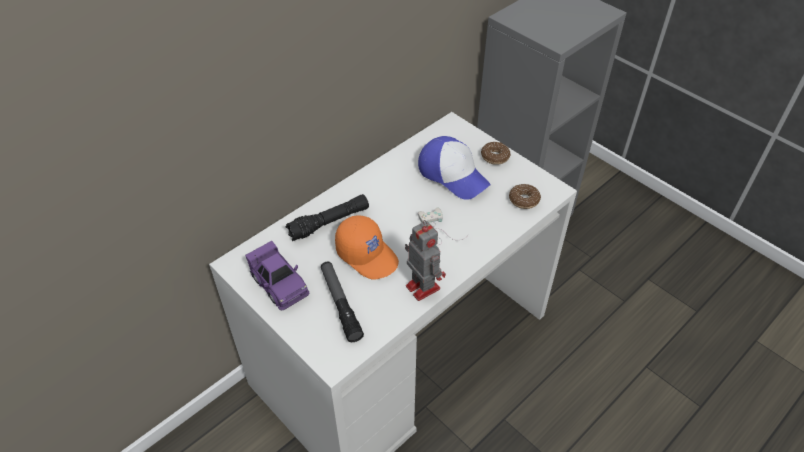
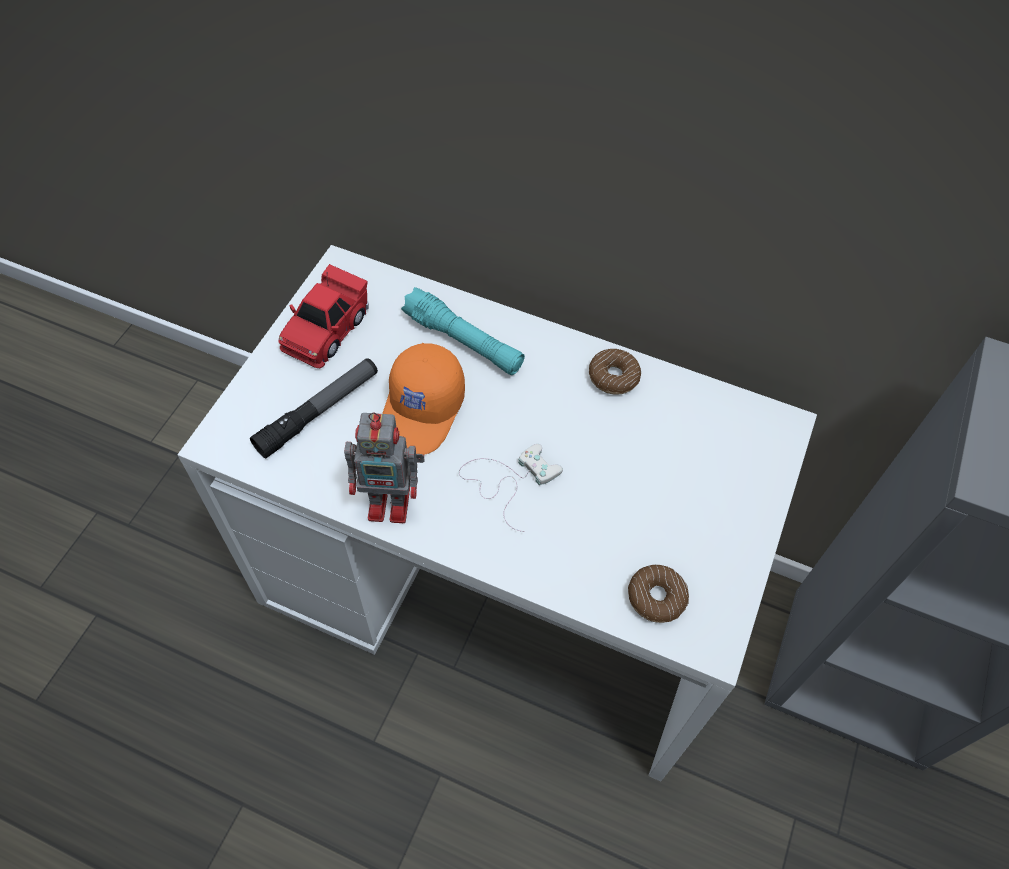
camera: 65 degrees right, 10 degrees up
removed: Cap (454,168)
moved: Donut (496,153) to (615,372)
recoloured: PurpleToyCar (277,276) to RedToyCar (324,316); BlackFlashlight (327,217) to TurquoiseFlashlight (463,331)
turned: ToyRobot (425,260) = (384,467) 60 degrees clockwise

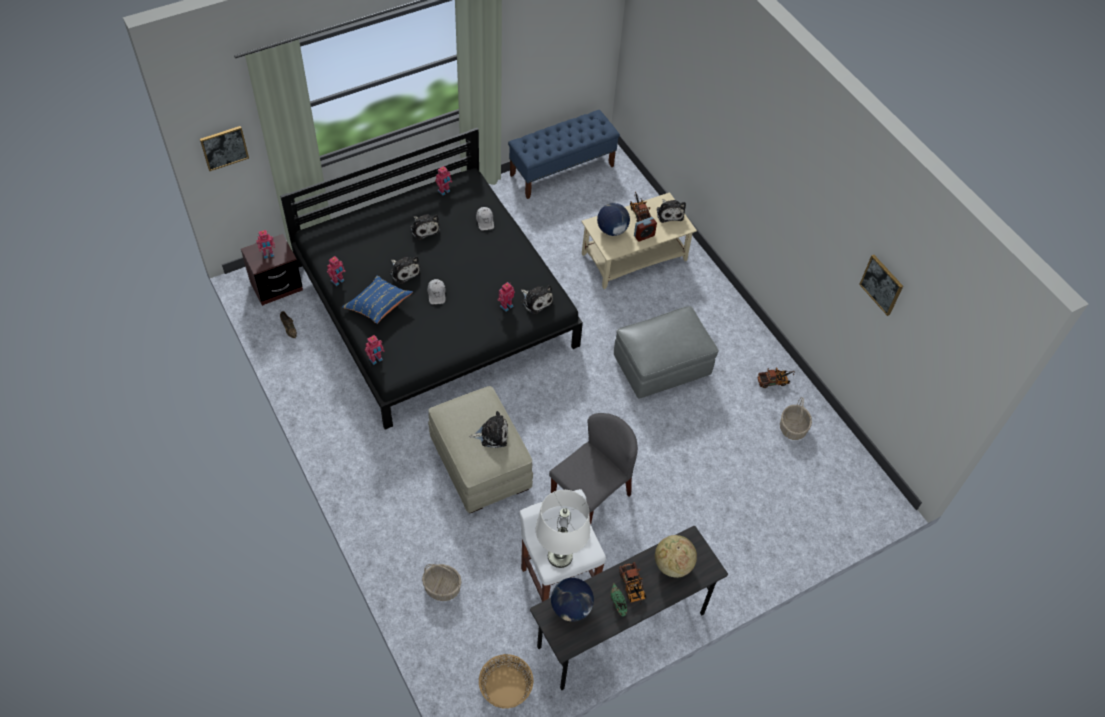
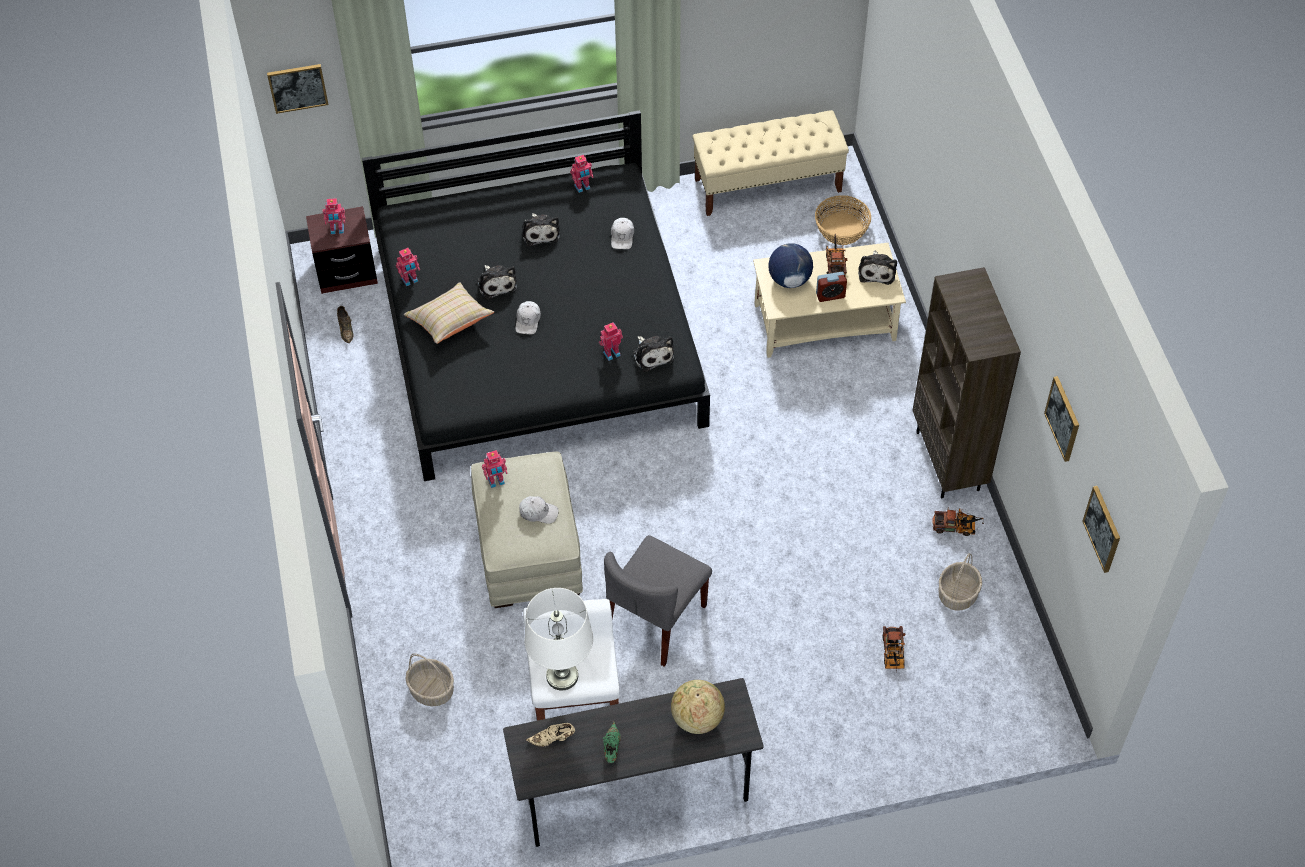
camera: 20 degrees right, 0 degrees up
removed: GreyOttoman (666,352)
added: BrownBookcase (966,382); Picture (1101,529)
moved: ToyRobot (374,350) to (495,469); Basket (506,681) to (843,220); ToyTruck (632,583) to (894,648)
replaced: PlushToy (489,429) to WhiteCap (539,510); Globe (572,600) to BeigeShoe (550,735)
recoloured: BluePillow (377,299) to BeigePillow (449,313); BlueBench (564,154) to BeigeBench (771,163)
turned: GreyChair (593,468) = (658,601) 150 degrees clockwise

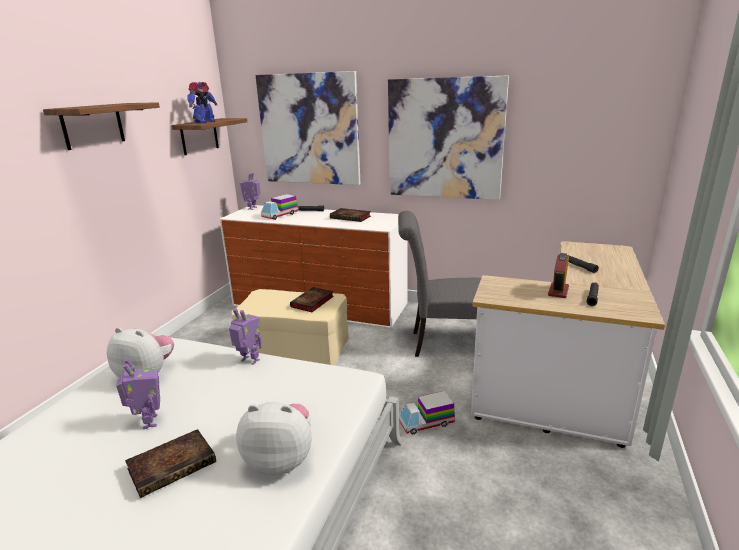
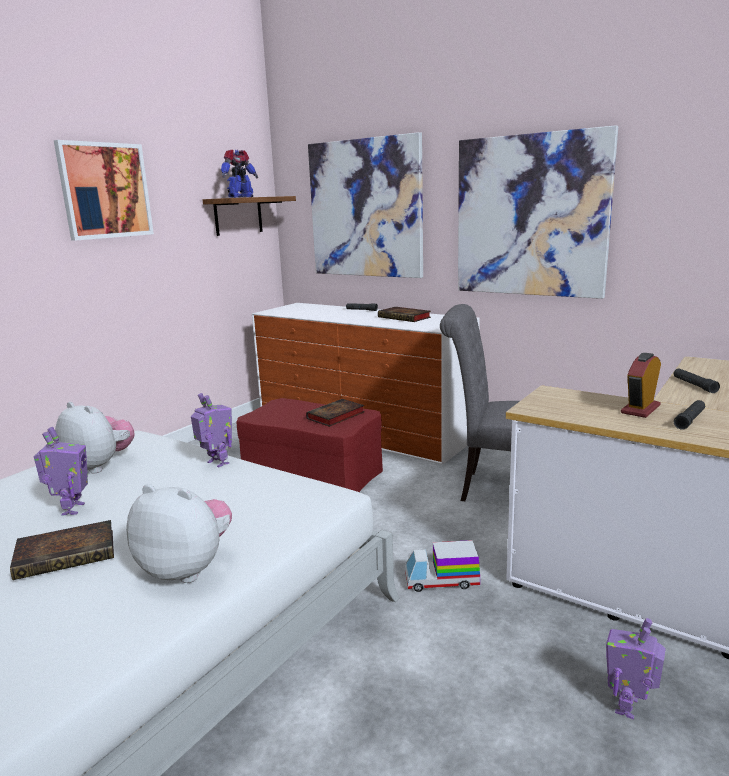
camera: 15 degrees right, 5 degrees down
removed: ToyTruck (279,207)
moved: ToyRobot (250,191) to (636,669)
replaced: Shelf (101,126) to Picture (104,190)
recoloured: BeigeOttoman (290,327) to RedOttoman (309,445)

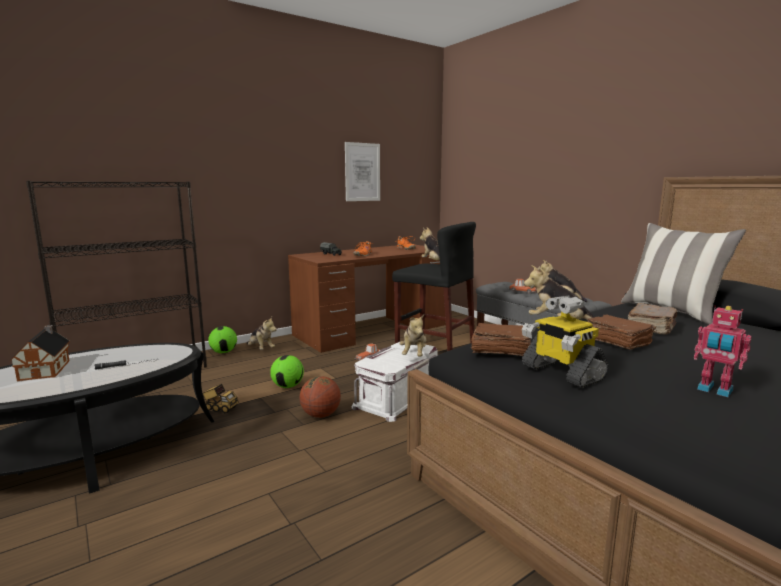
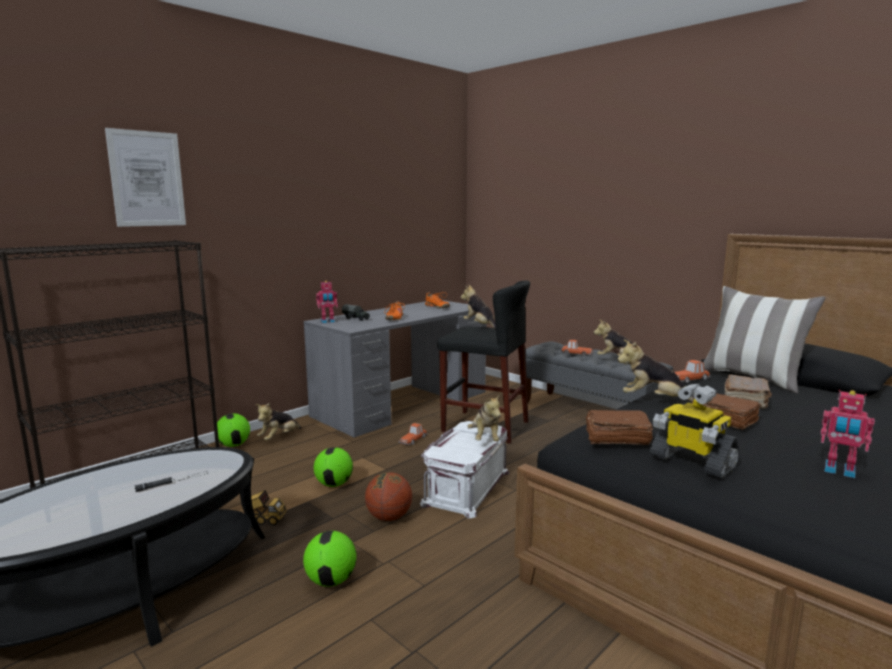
camera: 10 degrees left, 0 degrees up
removed: ToyHouse (39,353)
added: Football (330,559); ToyRobot (327,302); ToyCar (692,371)
moved: Picture (362,171) to (145,177)
recoloured: BrownDesk (367,299) to GreyDesk (395,369)
turned: PlushToy (261,333) = (278,421) 90 degrees clockwise

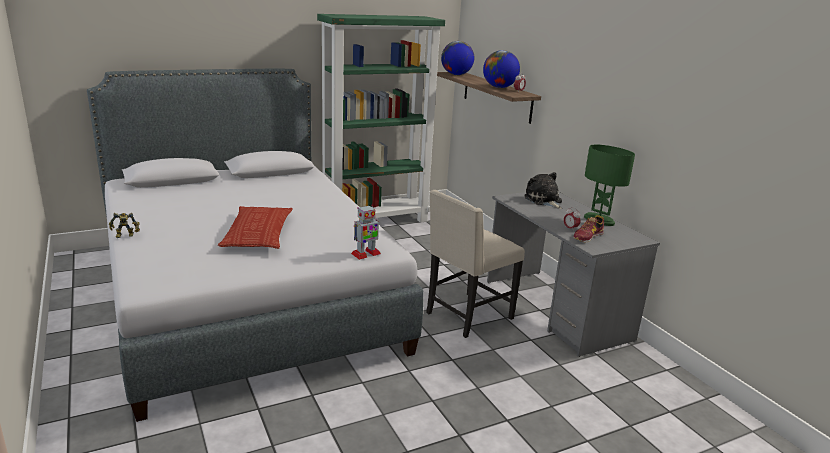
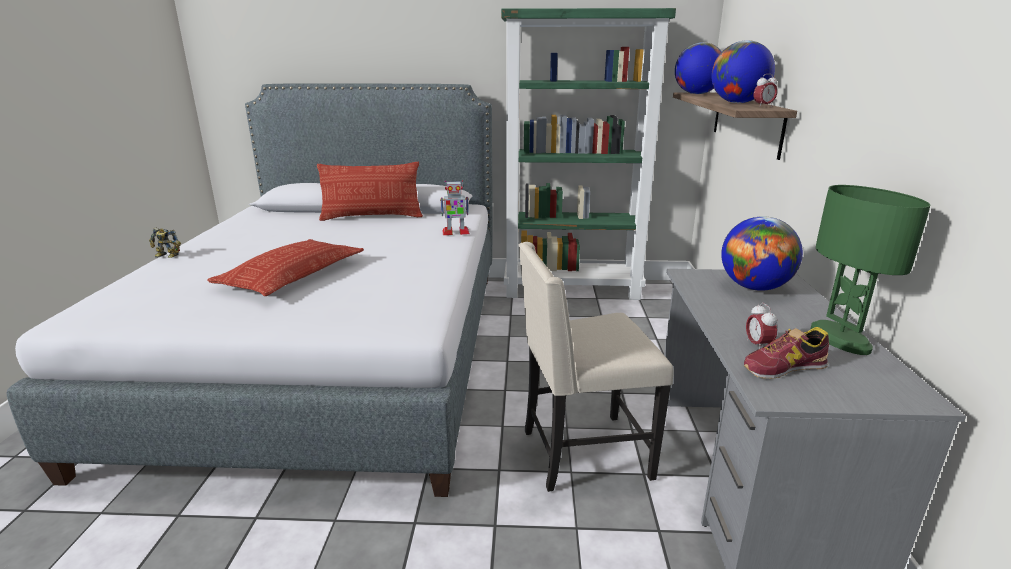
camera: 30 degrees right, 0 degrees up
added: Pillow (370,191)
moved: ToyRobot (366,232) to (455,207)
replaced: PlushToy (543,190) to Globe (762,253)

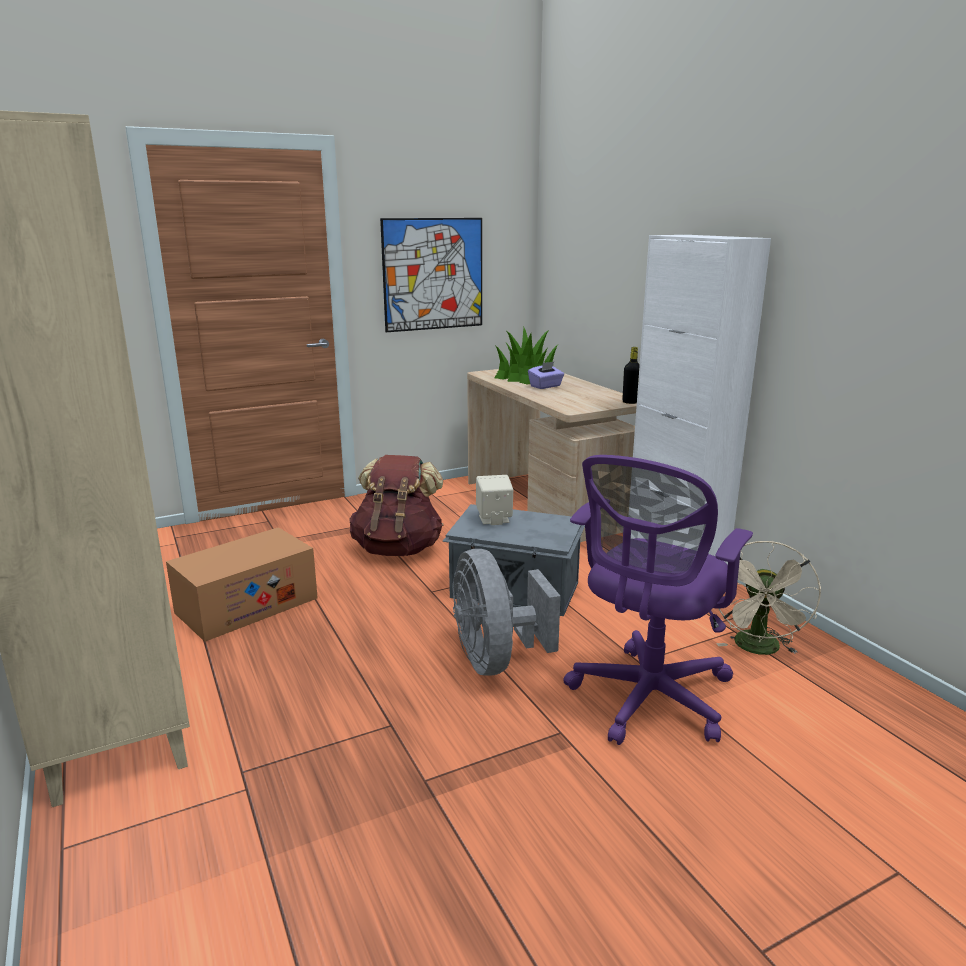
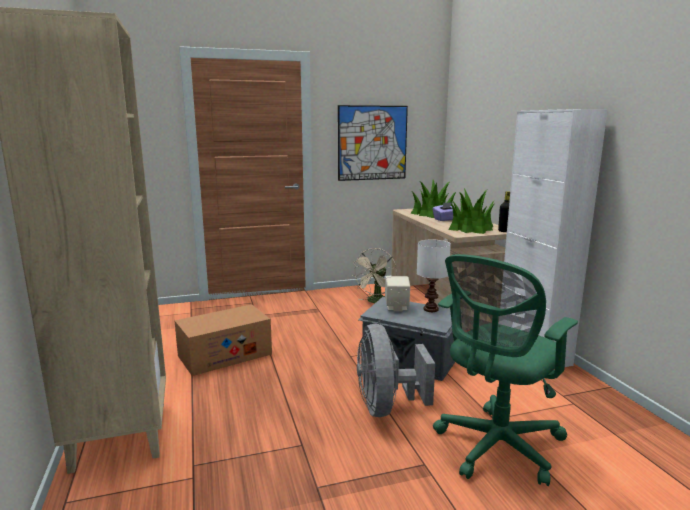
camera: 10 degrees right, 5 degrees down
removed: BrownBackpack (396,505)
added: WhiteTableLamp (434,276); PottedPlant (471,211)
moved: BeigeFan (768,598) to (374,275)
recoloured: PurpleOfficeChair (658,600) to GreenOfficeChair (505,370)

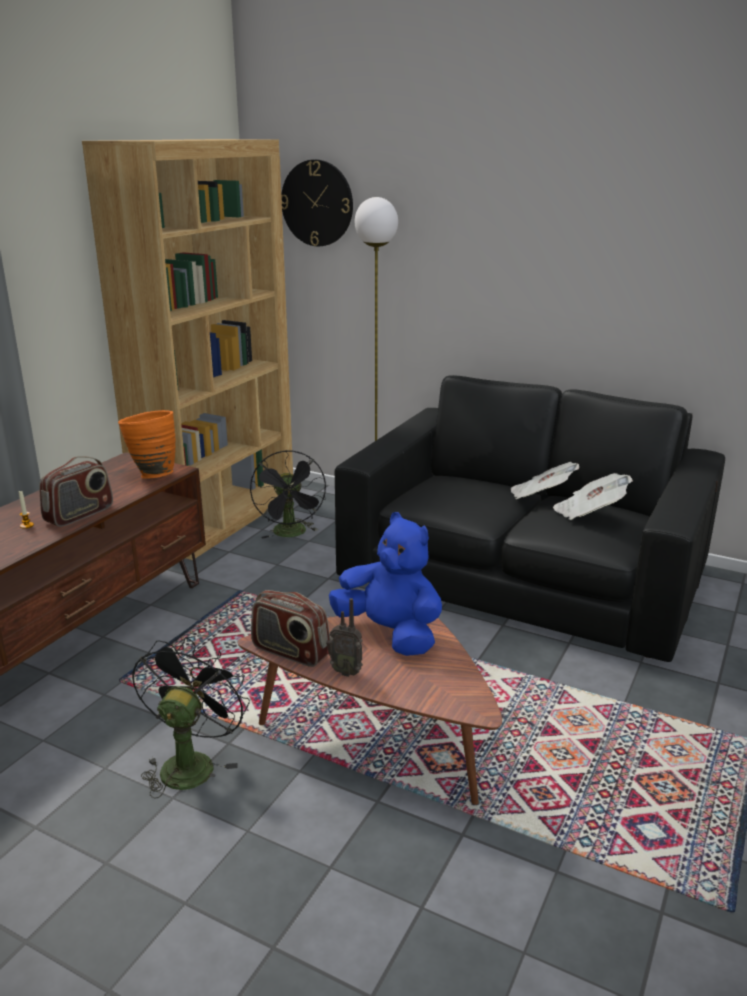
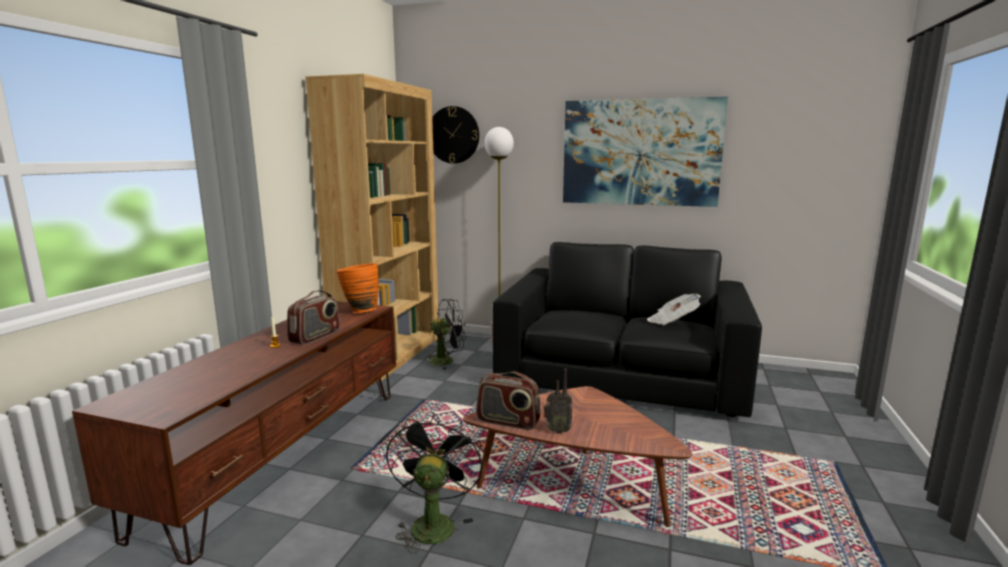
camera: 10 degrees left, 10 degrees down
removed: BluePlushToy (385,584); Newspaper (545,480)
added: Picture (645,151)
turned: BlackFan (288,494) = (446,334) 60 degrees counterclockwise

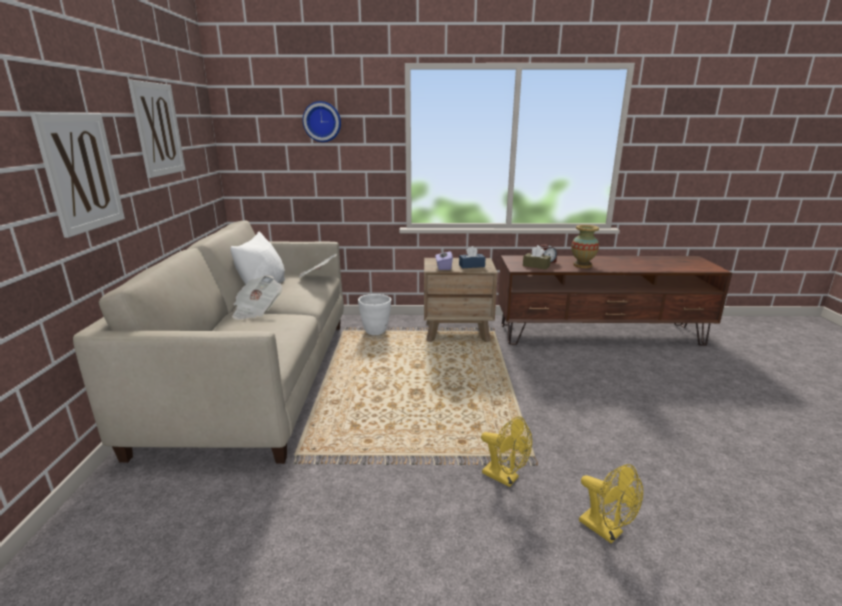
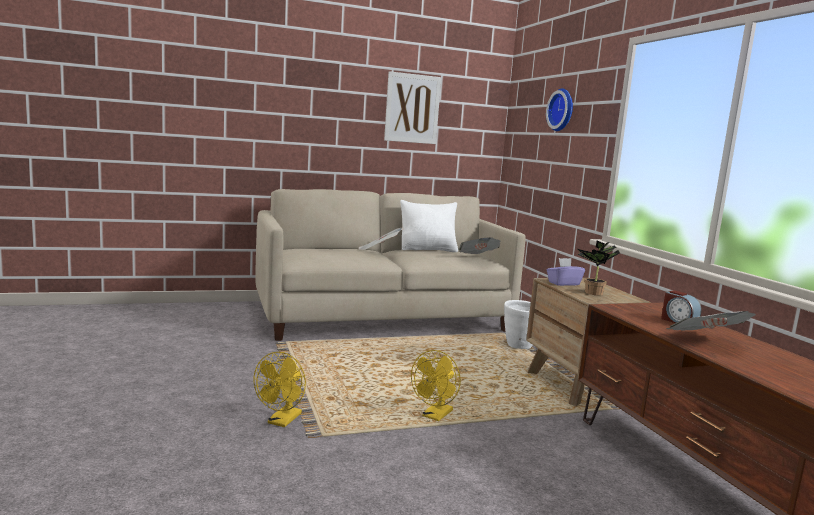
camera: 70 degrees right, 10 degrees down
removed: Picture (77,175); BrownTissueBox (537,258)
moved: YellowFan (611,503) to (436,385)
replaced: BlueTissueBox (472,257) to PottedPlant (598,268); Vase (585,246) to Newspaper (711,320)

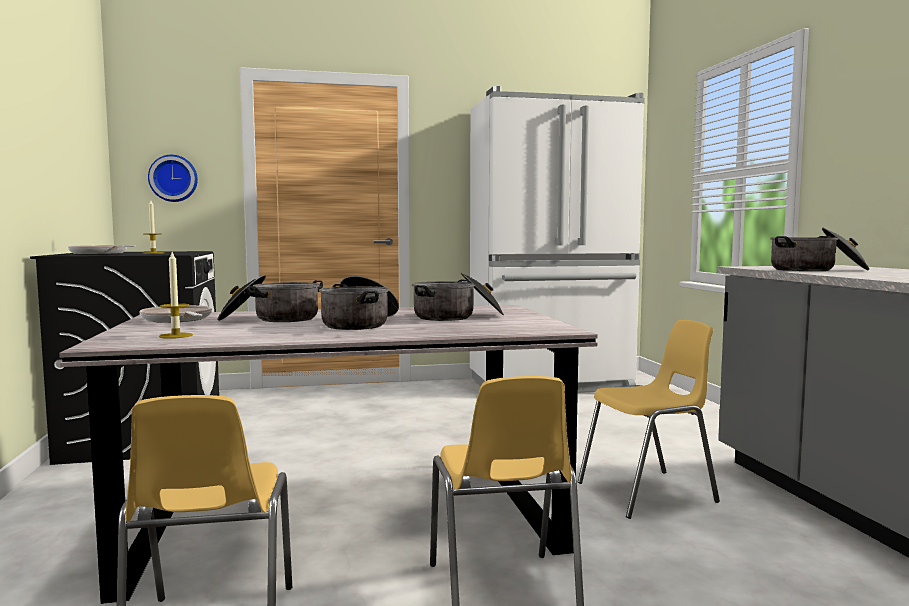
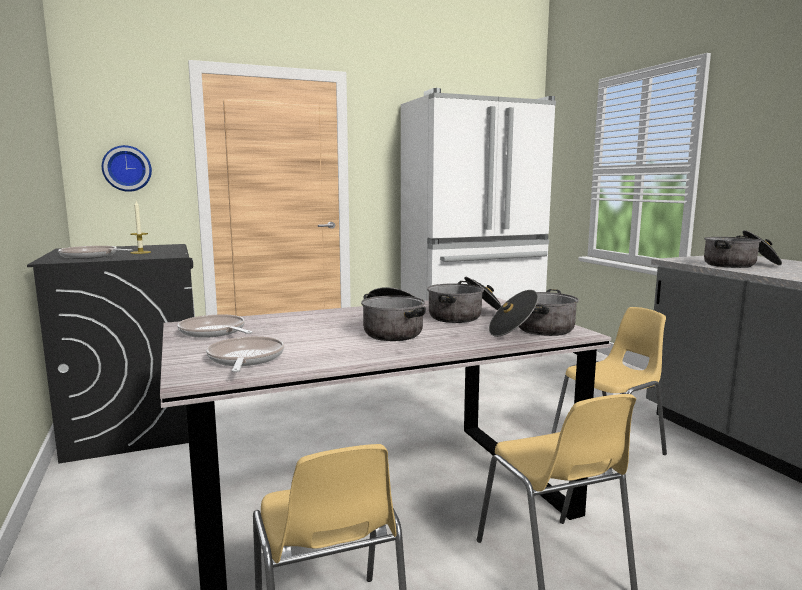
camera: 10 degrees left, 5 degrees up
moved: CookingPot (270,298) to (534,313)
replaced: Candle (176,295) to FryingPan (245,354)

